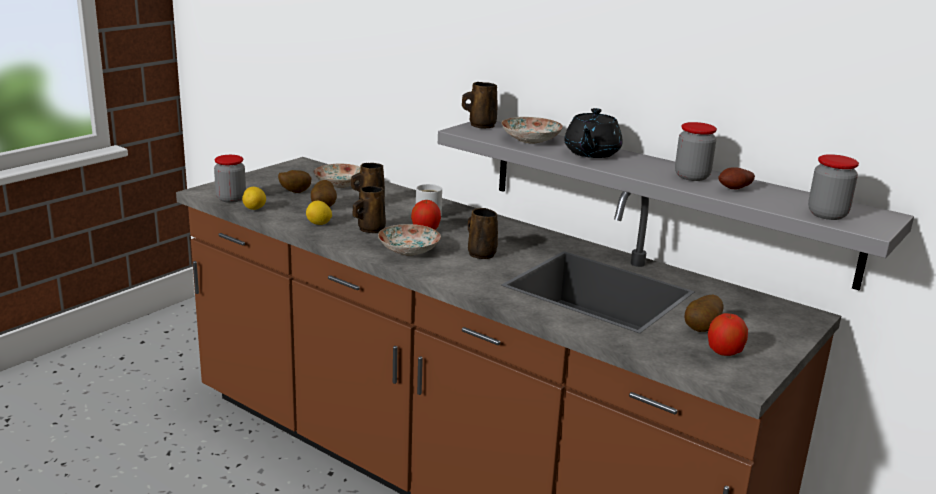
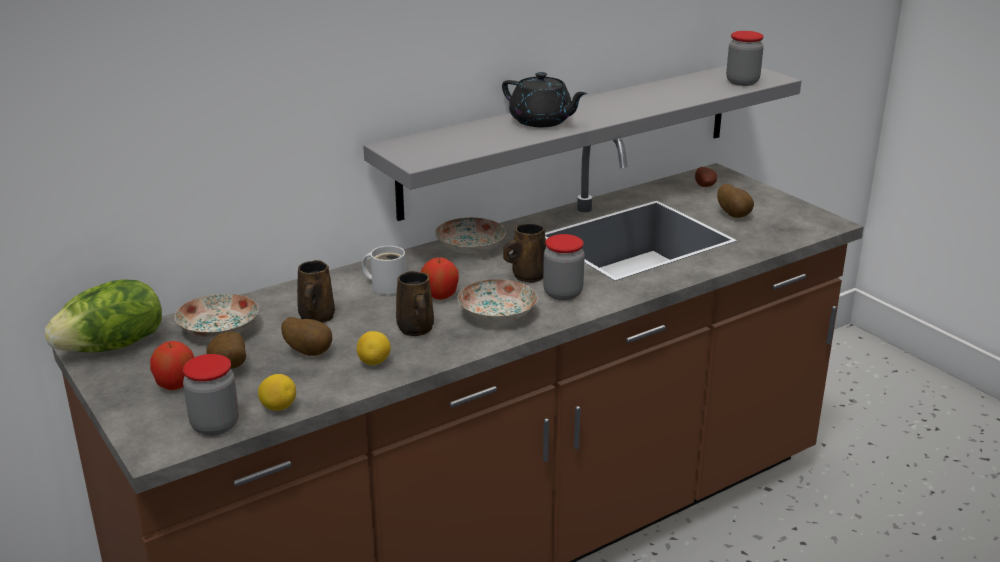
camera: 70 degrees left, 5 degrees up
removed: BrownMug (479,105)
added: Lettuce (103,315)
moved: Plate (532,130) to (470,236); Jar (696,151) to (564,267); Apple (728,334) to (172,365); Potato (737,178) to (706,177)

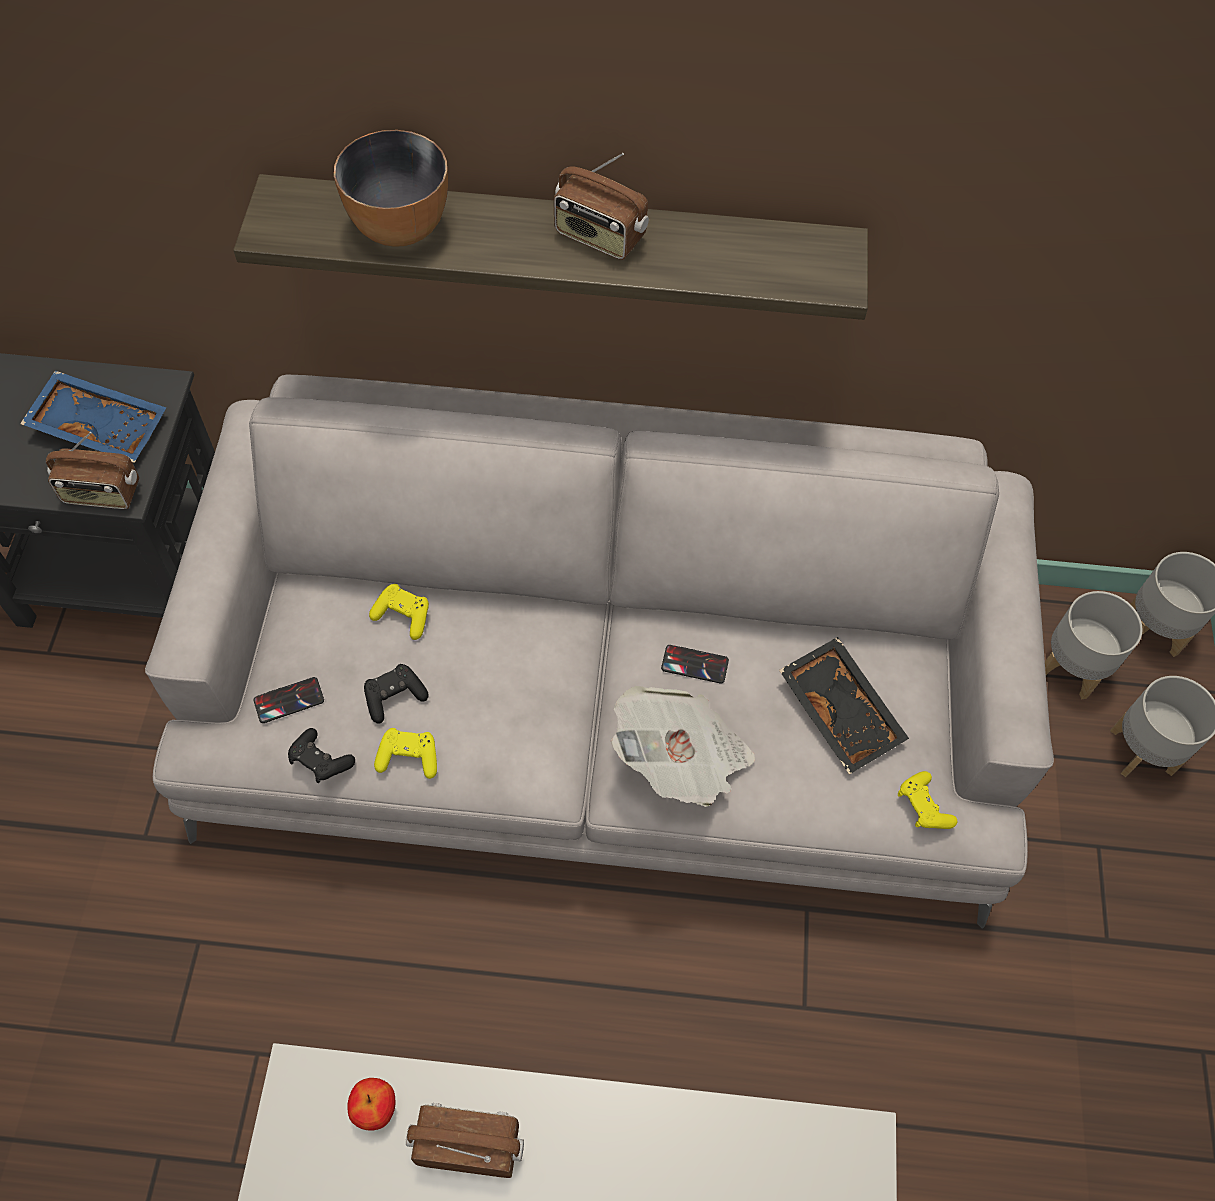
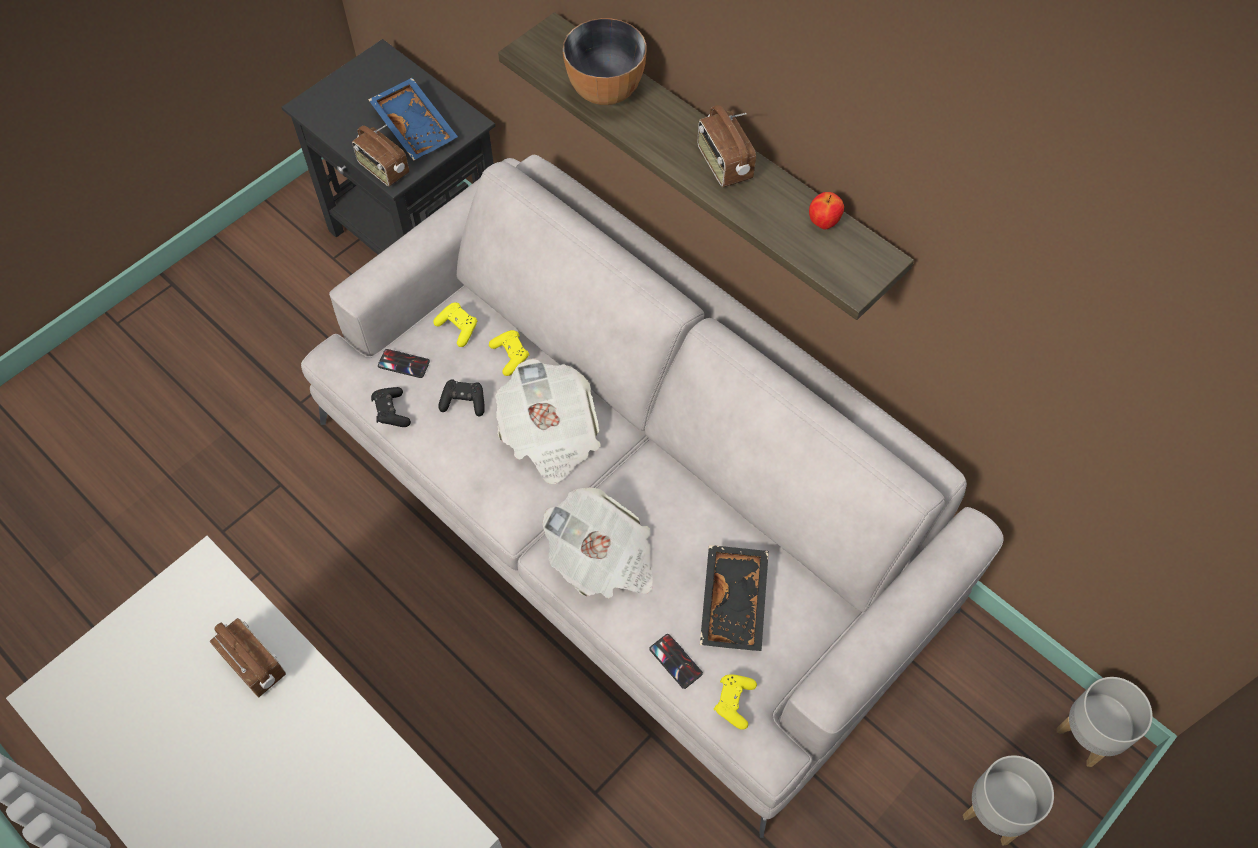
camera: 40 degrees right, 0 degrees up
removed: GreyPlanter (1094,645)
added: Newspaper (547,421)
moved: Apple (371,1104) to (826,211); YellowGameController (405,753) to (455,324); Phone (695,664) to (676,661)

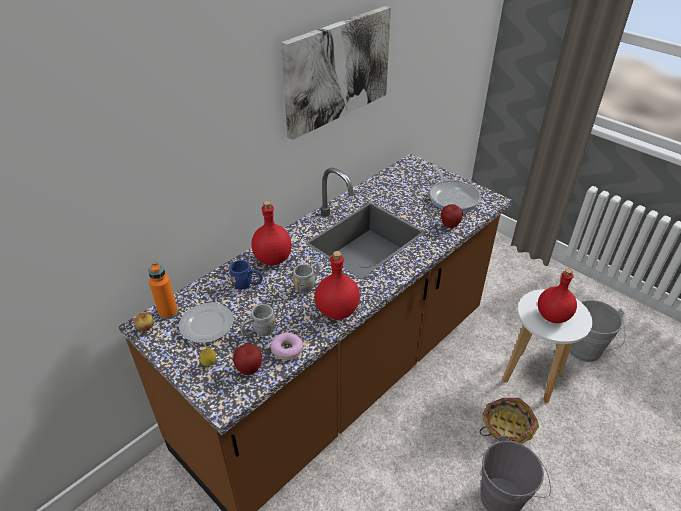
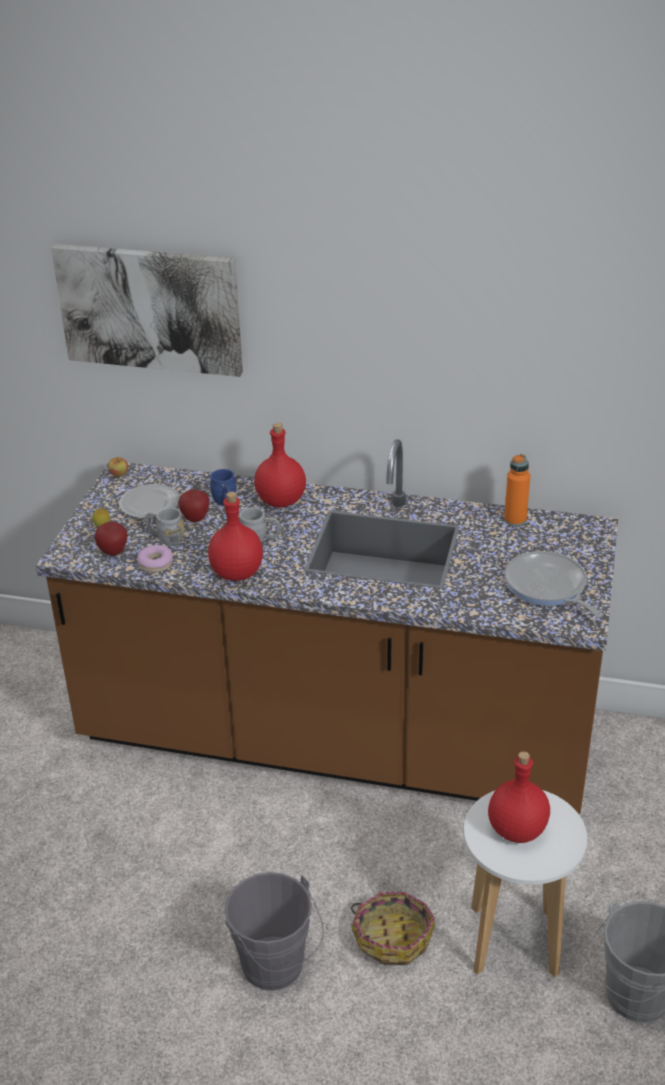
camera: 60 degrees right, 5 degrees down
moved: OrangeBottle (163,290) to (517,490); Picture (336,73) to (147,310); Apple (452,216) to (193,506)
turned: FryingPan (455,189) = (554,584) 105 degrees clockwise

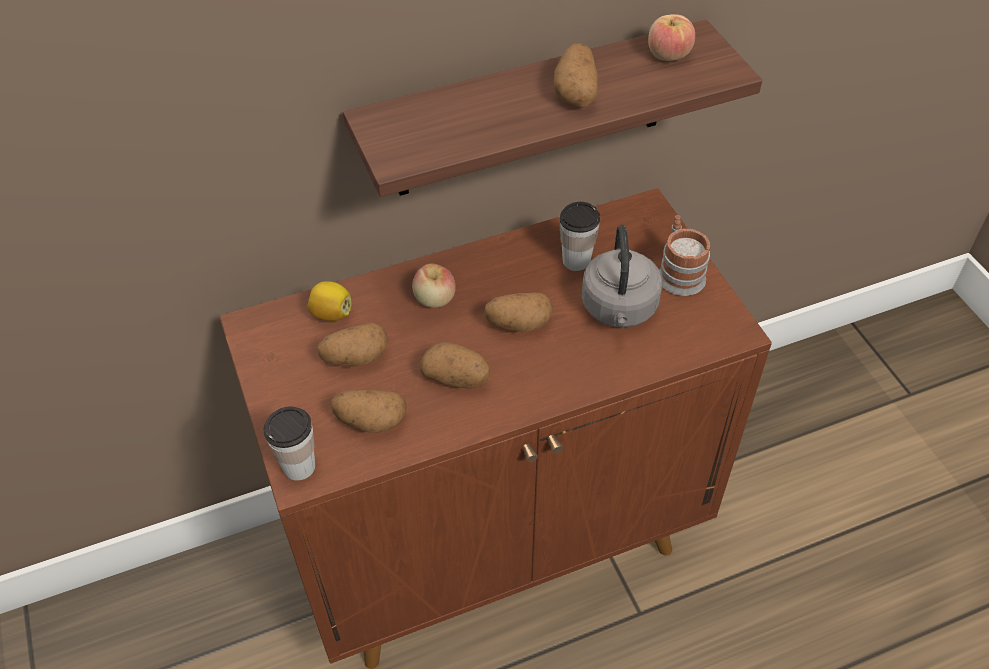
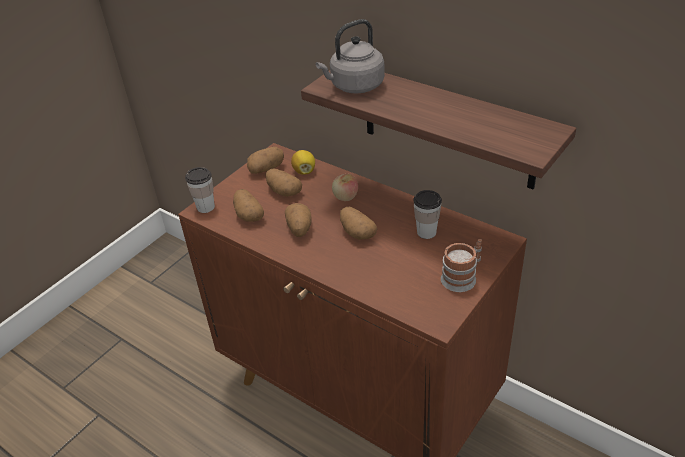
camera: 60 degrees right, 10 degrees down
removed: Apple (671,37)
moved: Potato (576,75) to (265,160); GreyKettle (621,276) to (350,56)

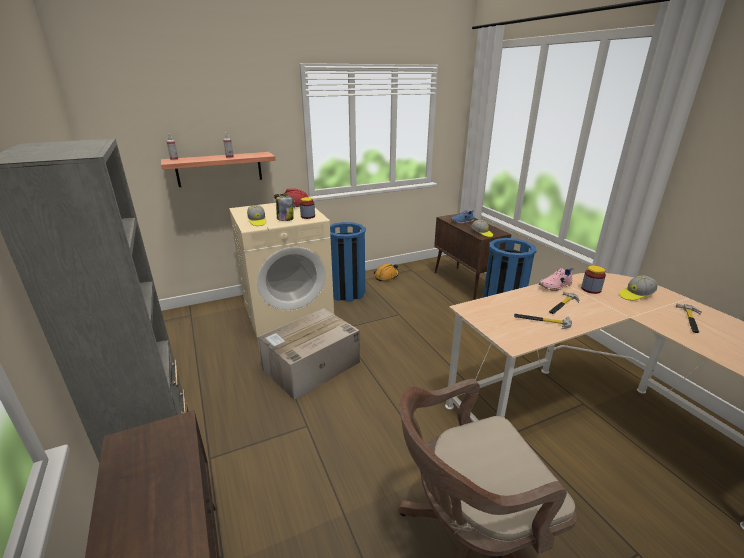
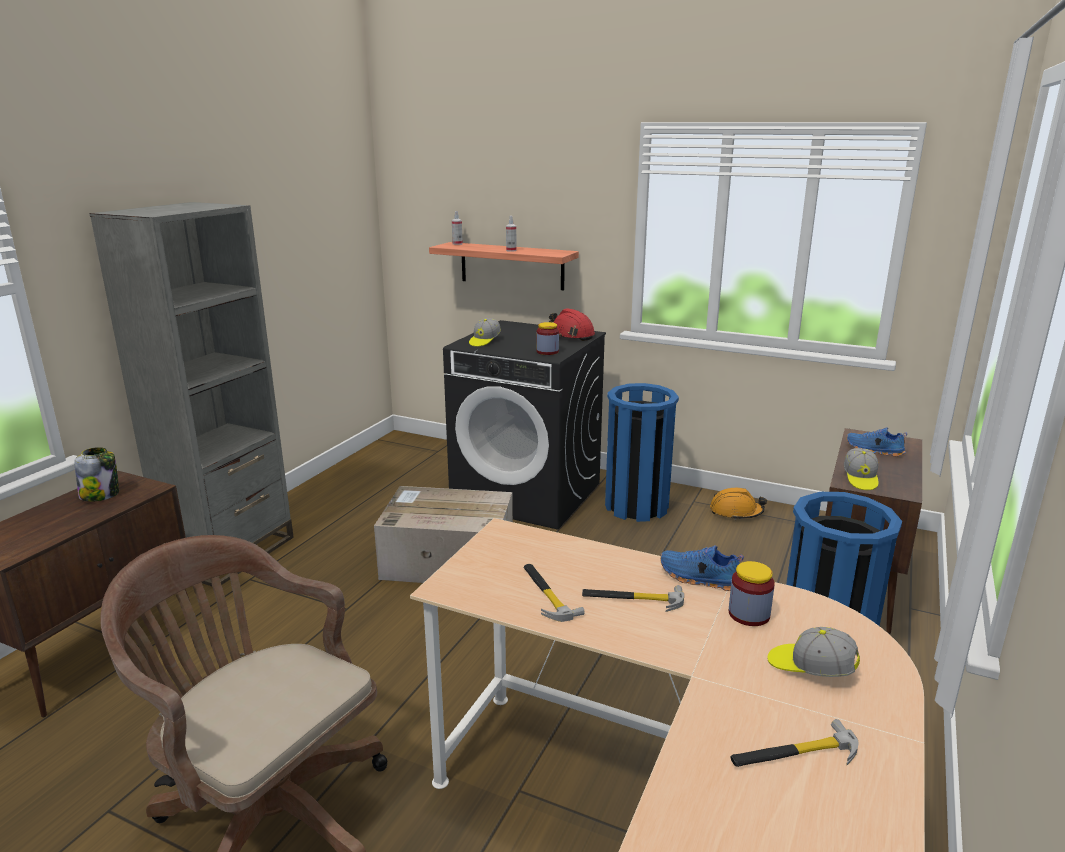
camera: 50 degrees right, 5 degrees down
moved: Jar (285,207) to (96,474)
recoloured: BeigeWashingMachine (281,269) to BlackWashingMachine (524,425); PinkShoe (556,279) to BlueShoe (702,568)

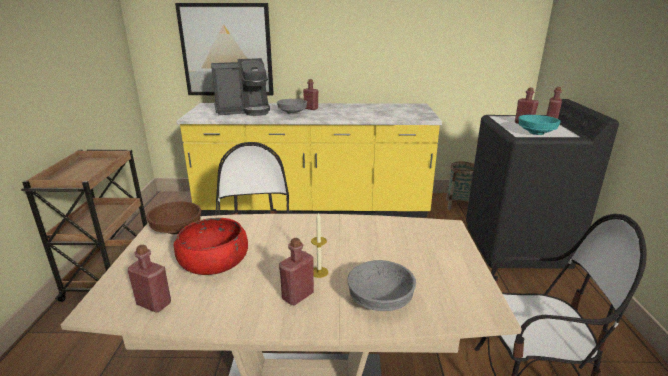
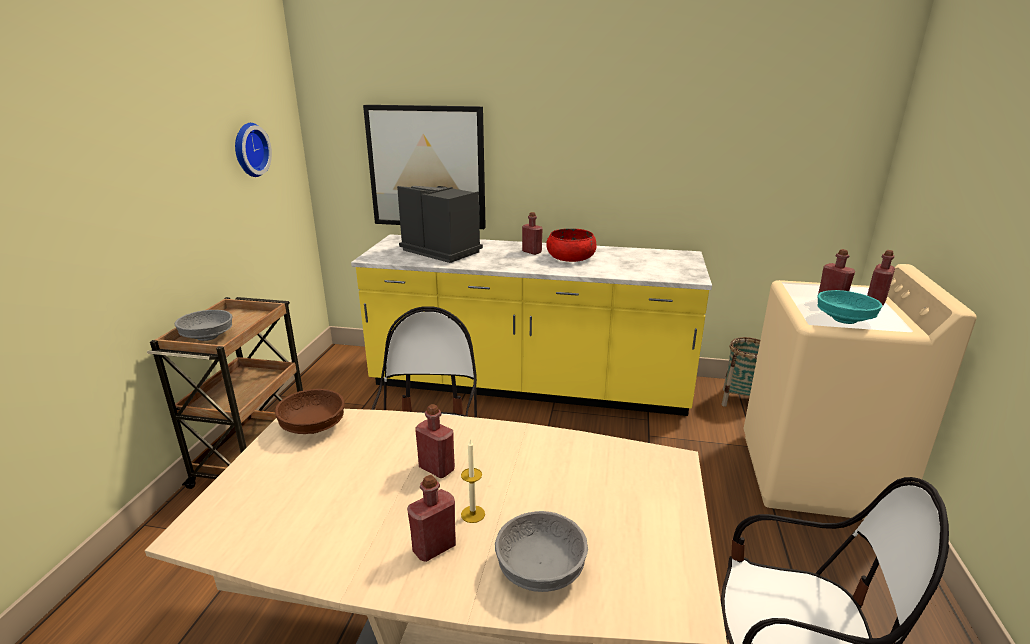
camera: 10 degrees right, 0 degrees up
added: WallClock (253,150)
moved: RedBottle (149,279) to (435,441); RedBowl (210,246) to (571,245); GreyBowl (292,106) to (203,325)
recoloured: BlackWashingMachine (542,184) to BeigeWashingMachine (860,391)
turned: CoffeeMachine (240,87) = (440,224) 135 degrees counterclockwise

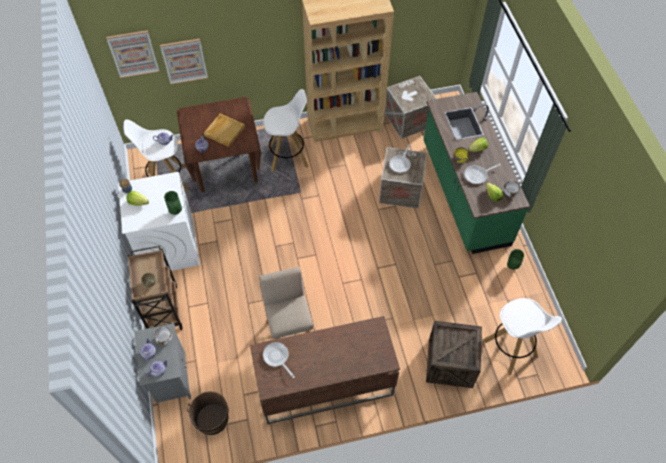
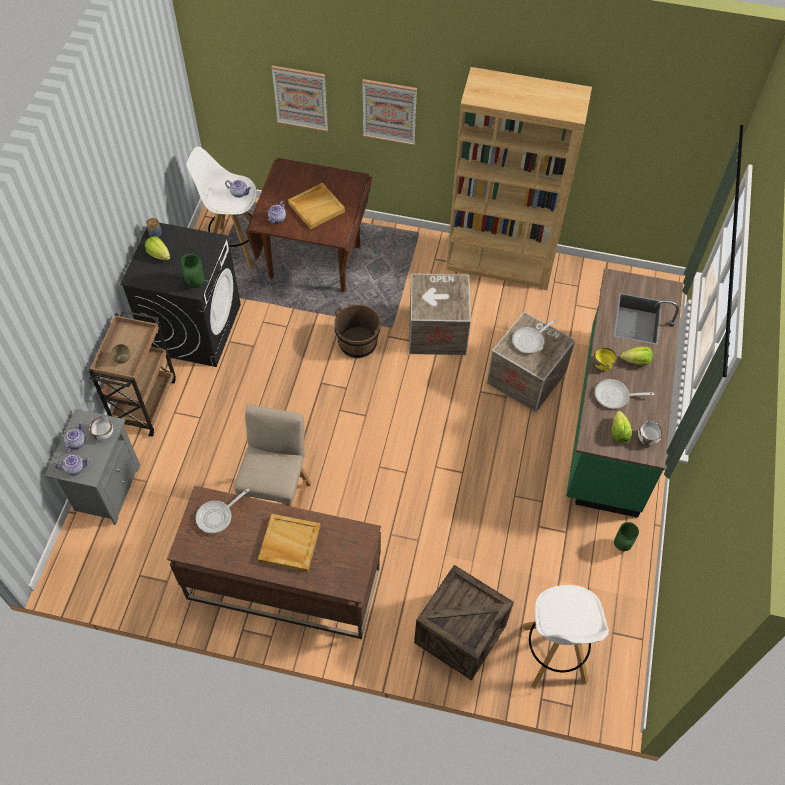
camera: 25 degrees right, 0 degrees up
removed: WhiteStool (285,130)
added: BeigeTray (289,543)
moved: Picture (132,54) to (389,112); BrownBucket (207,413) to (357,331); Crate (411,107) to (440,314)
recoloured: WhiteWashingMachine (159,221) to BlackWashingMachine (180,295)
turned: FryingPan (279,360) = (223,511) 120 degrees counterclockwise

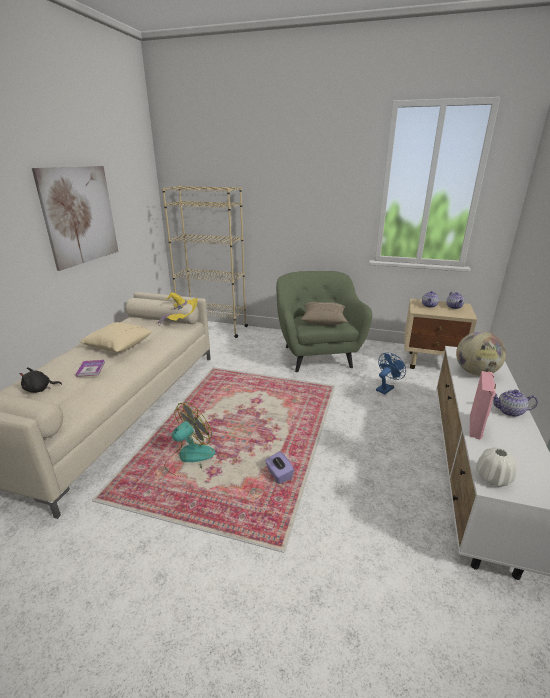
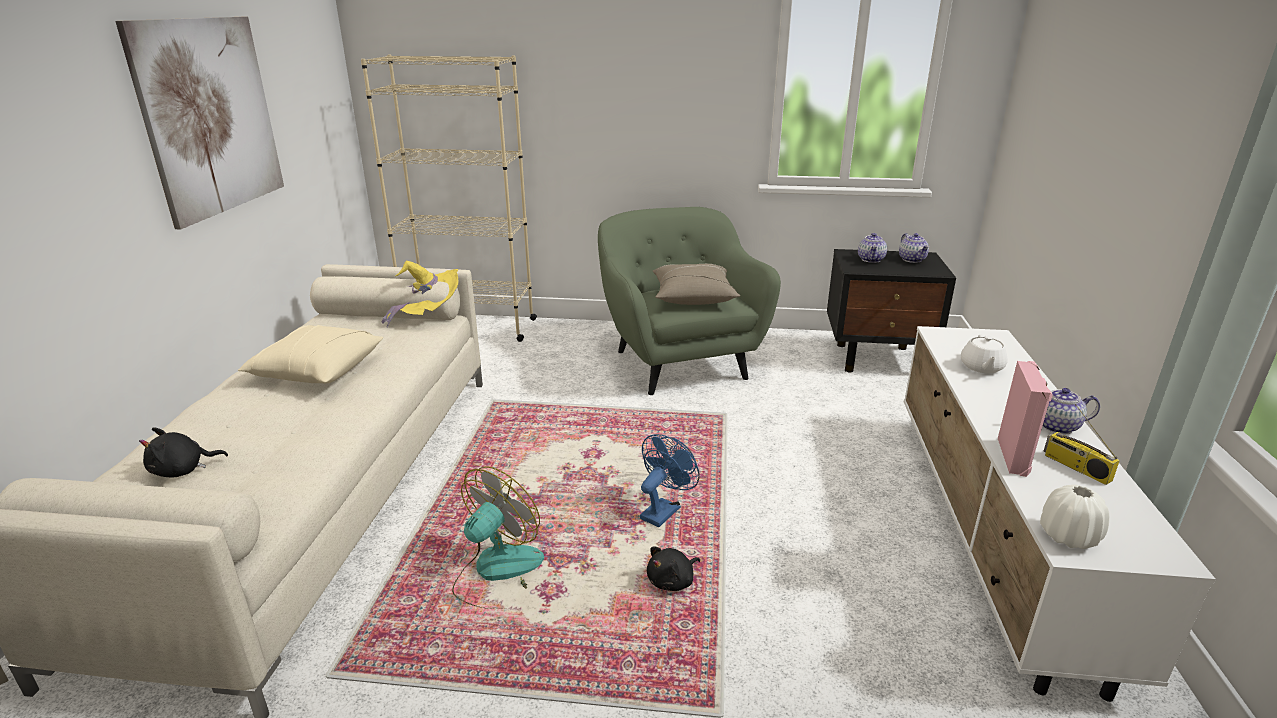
camera: 10 degrees left, 0 degrees up
removed: Book (90,368)
added: Radio (1082,444)
moved: BlueFan (391,373) to (670,480)
replaced: PurpleTissueBox (279,467) to BlackPlushToy (673,569); Globe (481,354) to WhiteTeapot (984,354)
recoloured: BeigeNightstand (440,334) to BlackNightstand (891,310)

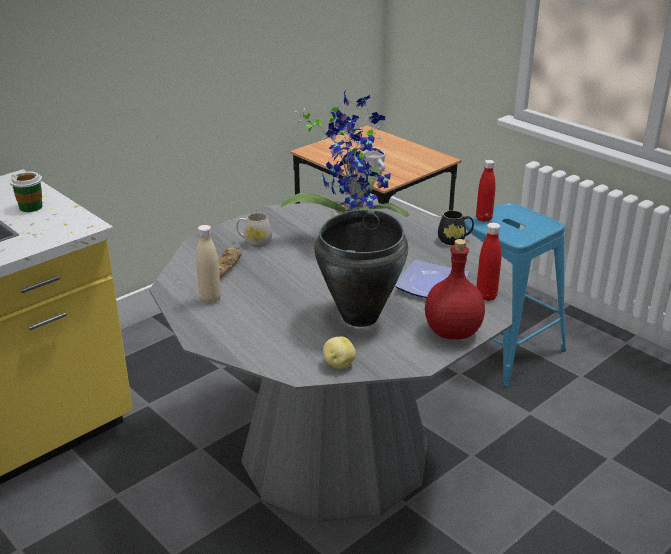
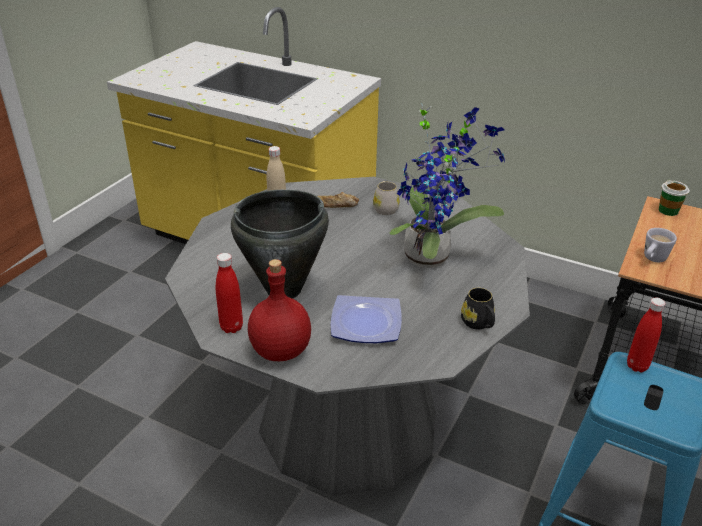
camera: 70 degrees right, 5 degrees up
removed: Potato (339,352)
moved: Cup (26,191) to (674,198); RedBottle (488,261) to (229,293)

